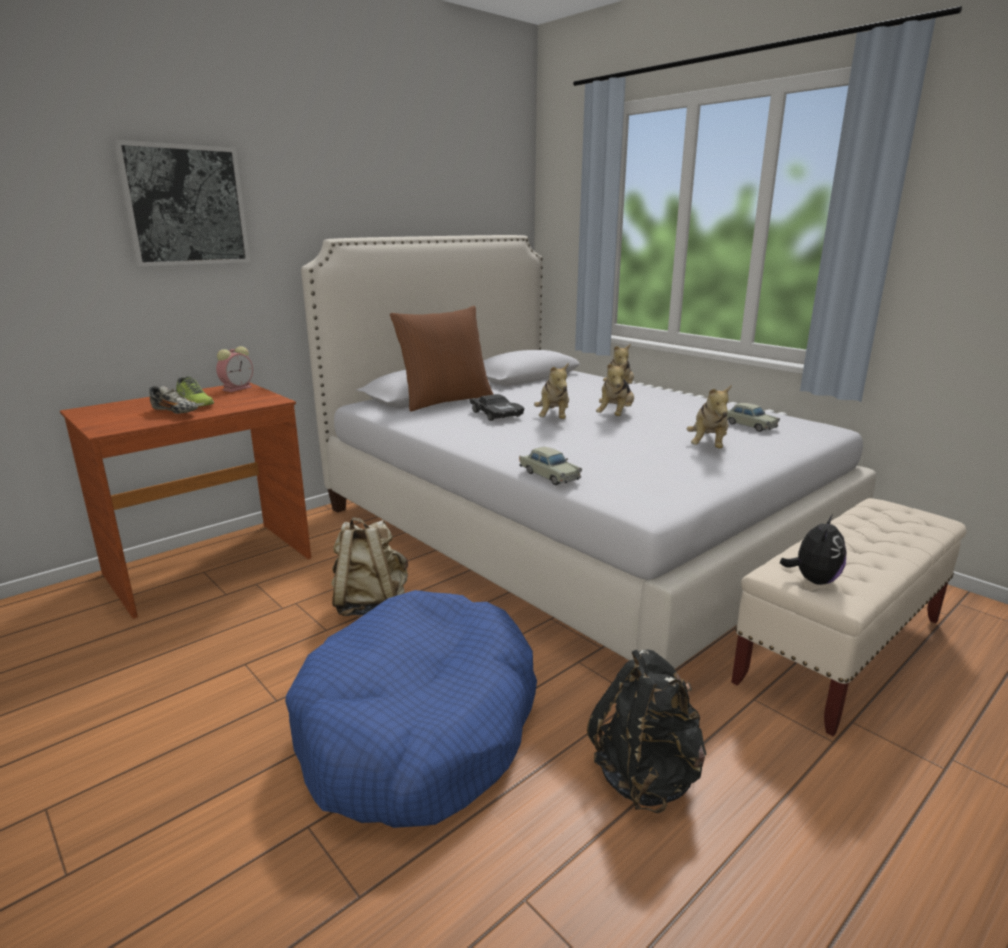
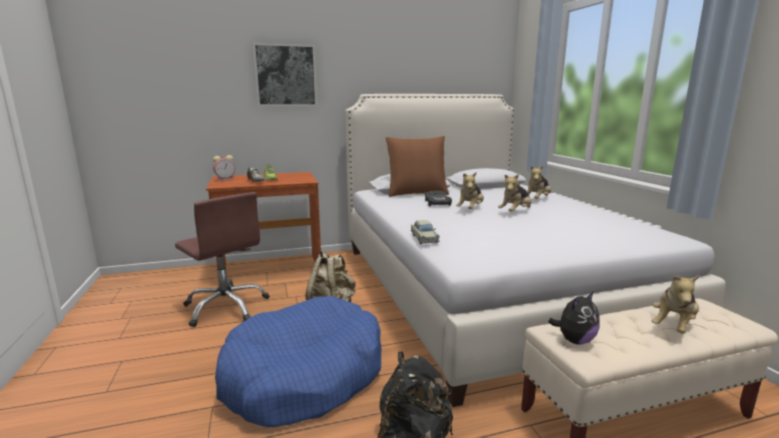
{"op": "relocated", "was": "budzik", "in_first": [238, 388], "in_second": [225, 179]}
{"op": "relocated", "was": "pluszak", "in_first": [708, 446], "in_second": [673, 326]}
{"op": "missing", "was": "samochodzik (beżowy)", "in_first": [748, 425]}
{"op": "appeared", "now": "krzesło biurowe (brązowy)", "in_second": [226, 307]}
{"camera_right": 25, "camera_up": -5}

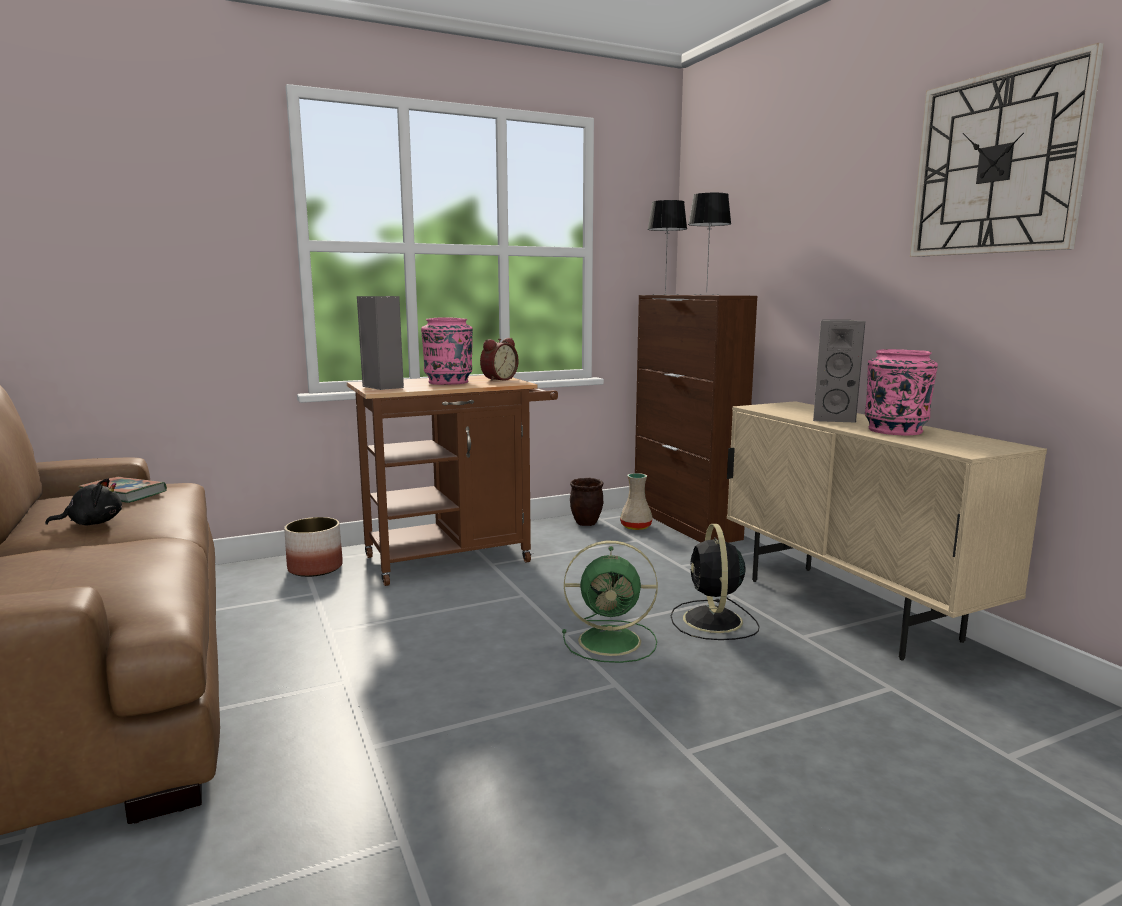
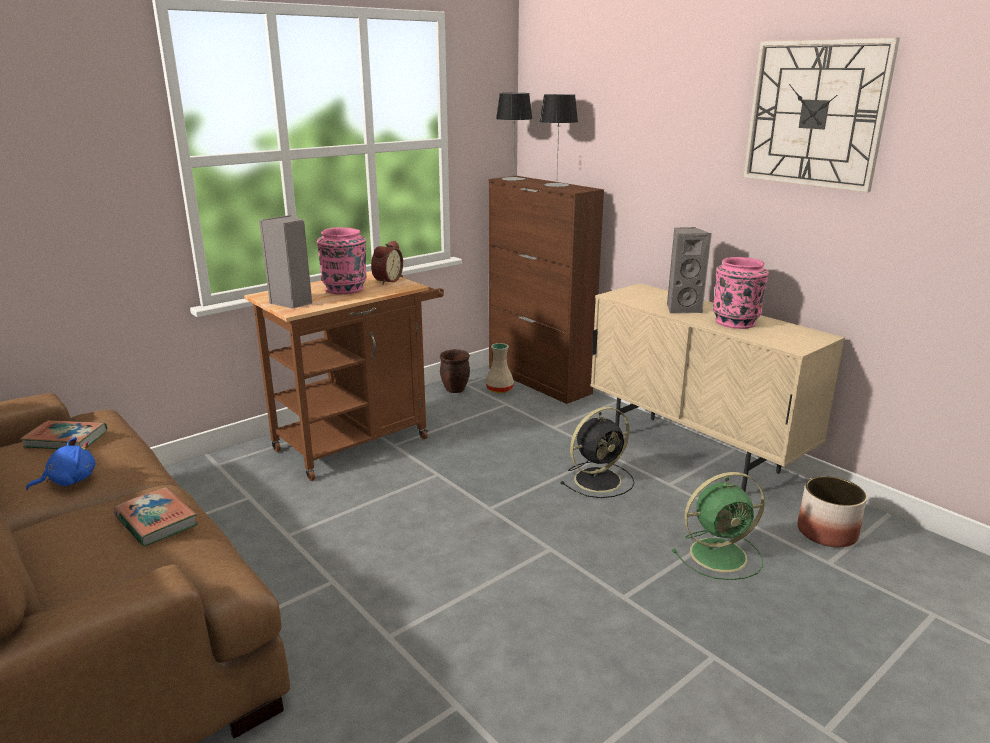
{"op": "colour", "was": "pluszak (czarny)", "now": "pluszak (niebieski)", "in_first": [92, 523], "in_second": [69, 481]}
{"op": "relocated", "was": "donica", "in_first": [316, 568], "in_second": [827, 532]}
{"op": "relocated", "was": "wentylator (zielony)", "in_first": [612, 641], "in_second": [720, 554]}
{"op": "spun", "was": "wentylator (czarny)", "in_first": [713, 621], "in_second": [599, 479], "clockwise": -105}
{"op": "appeared", "now": "książka", "in_second": [156, 521]}
{"camera_right": -15, "camera_up": 10}

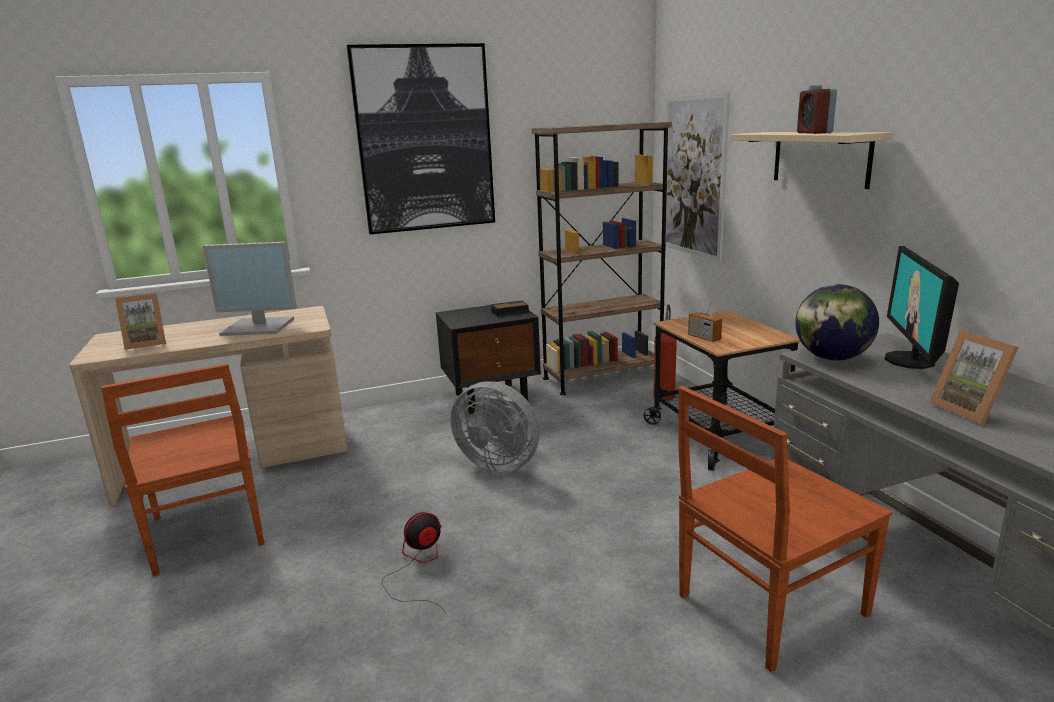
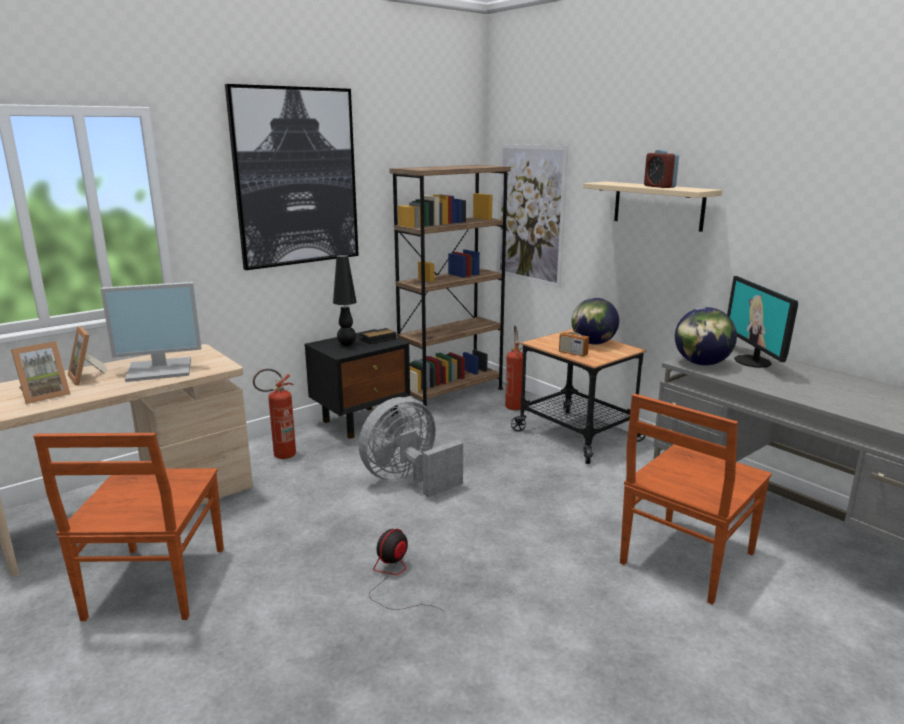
{"op": "spun", "was": "krzesło (brązowy)", "in_first": [207, 533], "in_second": [155, 585], "clockwise": 45}
{"op": "spun", "was": "wentylator (szary)", "in_first": [500, 463], "in_second": [408, 480], "clockwise": 135}
{"op": "relocated", "was": "ramka na zdjęcie", "in_first": [970, 410], "in_second": [88, 377]}
{"op": "appeared", "now": "gaśnica", "in_second": [280, 456]}
{"op": "appeared", "now": "lampa stołowa (czarny)", "in_second": [347, 344]}
{"op": "appeared", "now": "globus", "in_second": [593, 343]}
{"camera_right": -20, "camera_up": 0}

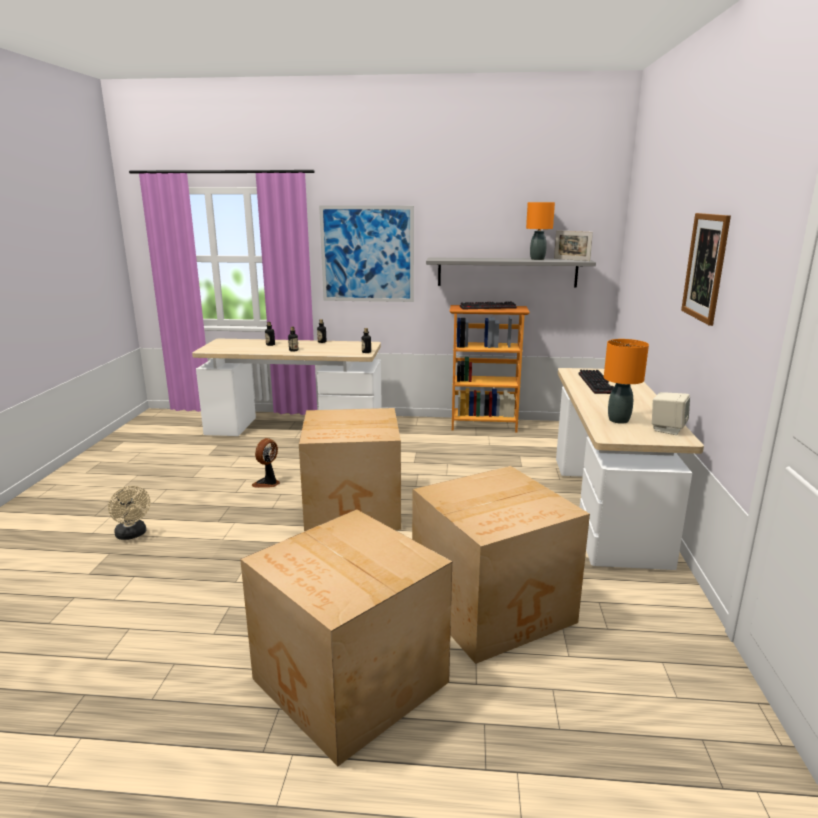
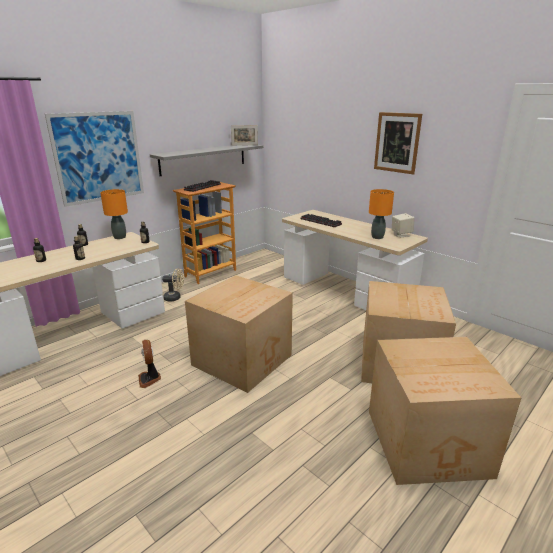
{"op": "relocated", "was": "wentylator (beżowy)", "in_first": [132, 535], "in_second": [175, 298]}
{"op": "relocated", "was": "lampa stołowa (pomarańczowy)", "in_first": [537, 259], "in_second": [120, 237]}
{"camera_right": -50, "camera_up": 5}

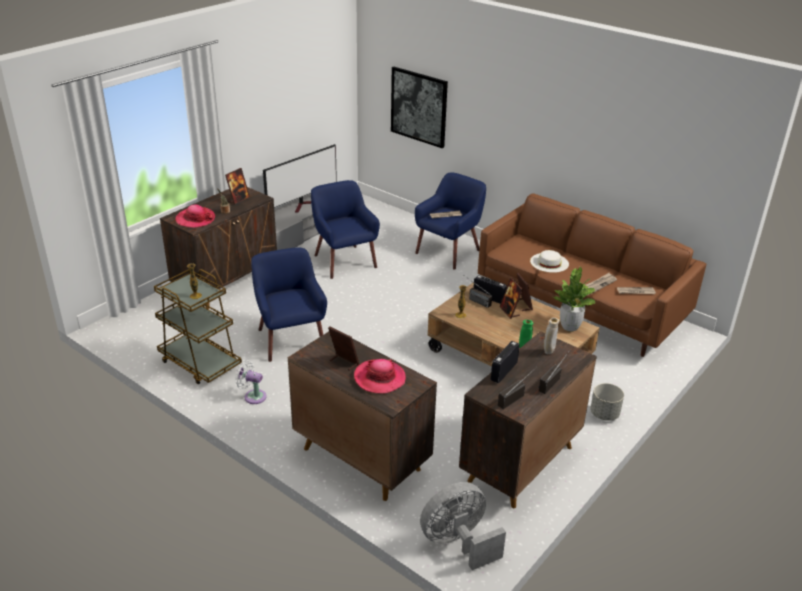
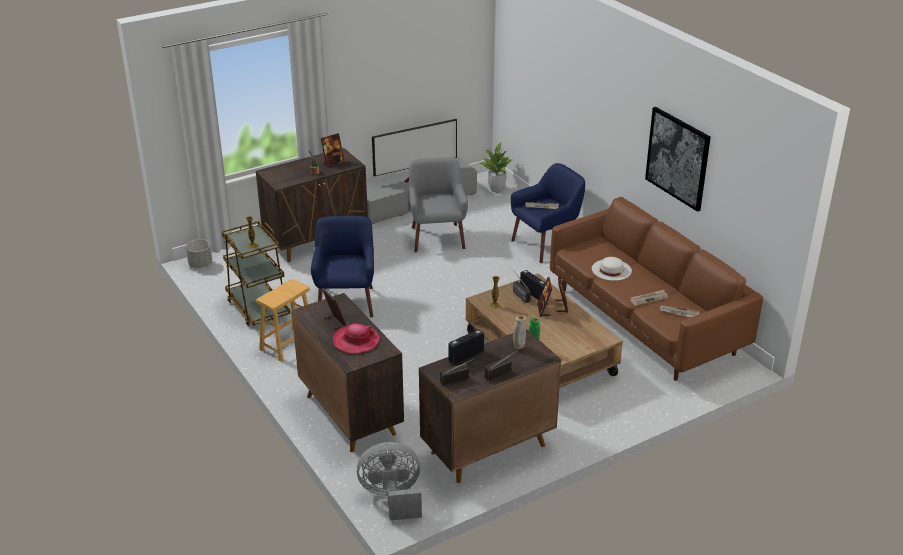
{"op": "missing", "was": "kapelusz", "in_first": [195, 219]}
{"op": "exchanged", "was": "wentylator (biały)", "now": "stołek (brązowy)", "in_first": [253, 396], "in_second": [288, 345]}
{"op": "colour", "was": "fotel (niebieski)", "now": "fotel (szary)", "in_first": [344, 261], "in_second": [437, 237]}
{"op": "relocated", "was": "obraz", "in_first": [419, 107], "in_second": [677, 158]}
{"op": "relocated", "was": "roślina doniczkowa", "in_first": [570, 327], "in_second": [496, 189]}
{"op": "relocated", "was": "donica (szary)", "in_first": [604, 414], "in_second": [200, 264]}
{"camera_right": 20, "camera_up": 0}

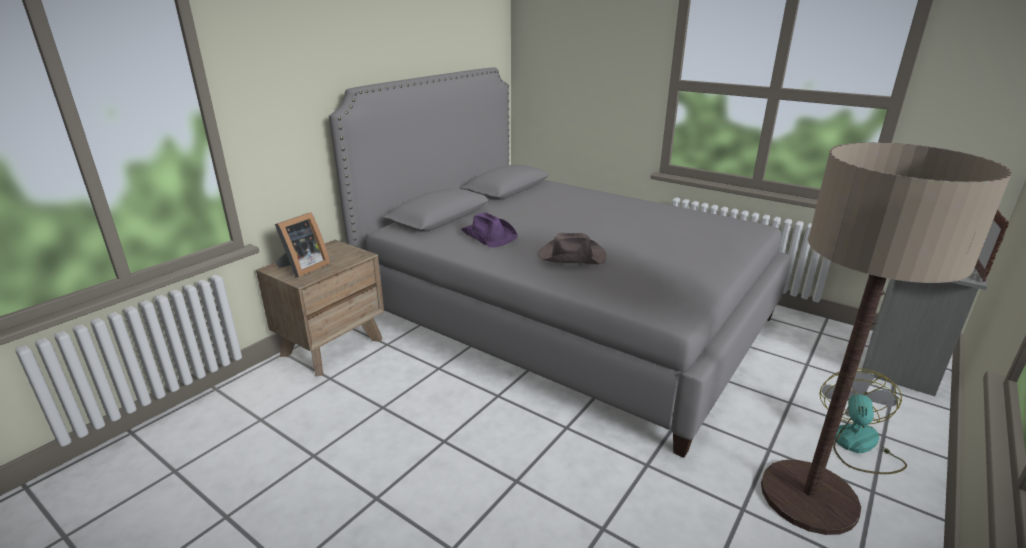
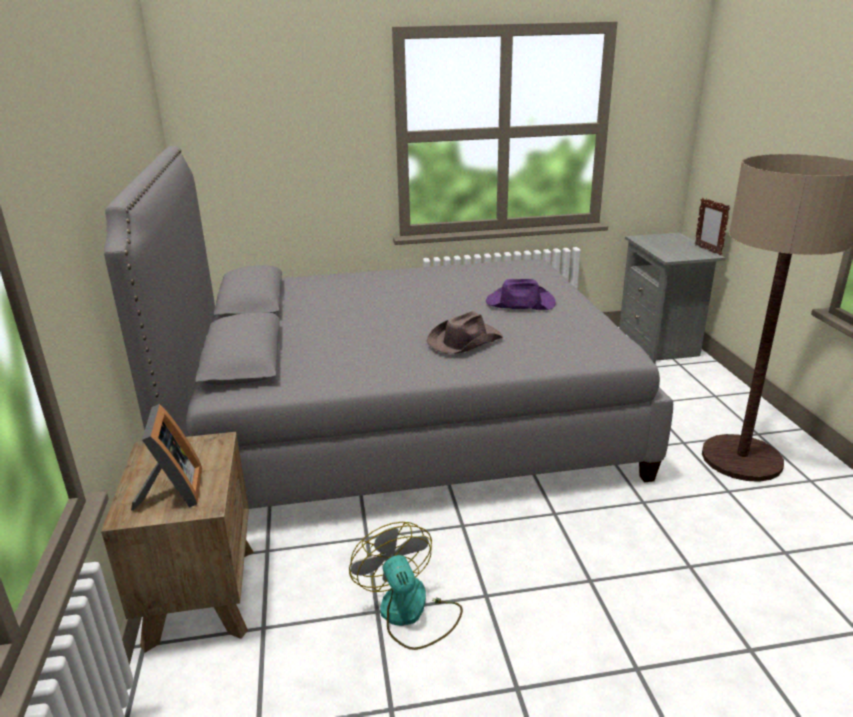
{"op": "relocated", "was": "kapelusz (fioletowy)", "in_first": [489, 235], "in_second": [519, 303]}
{"op": "relocated", "was": "wentylator", "in_first": [857, 446], "in_second": [410, 613]}
{"camera_right": -45, "camera_up": 0}

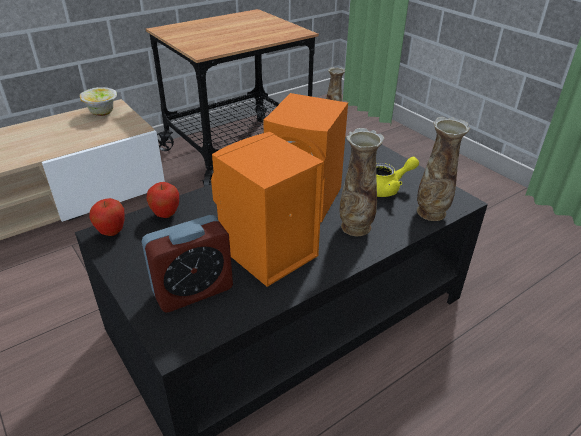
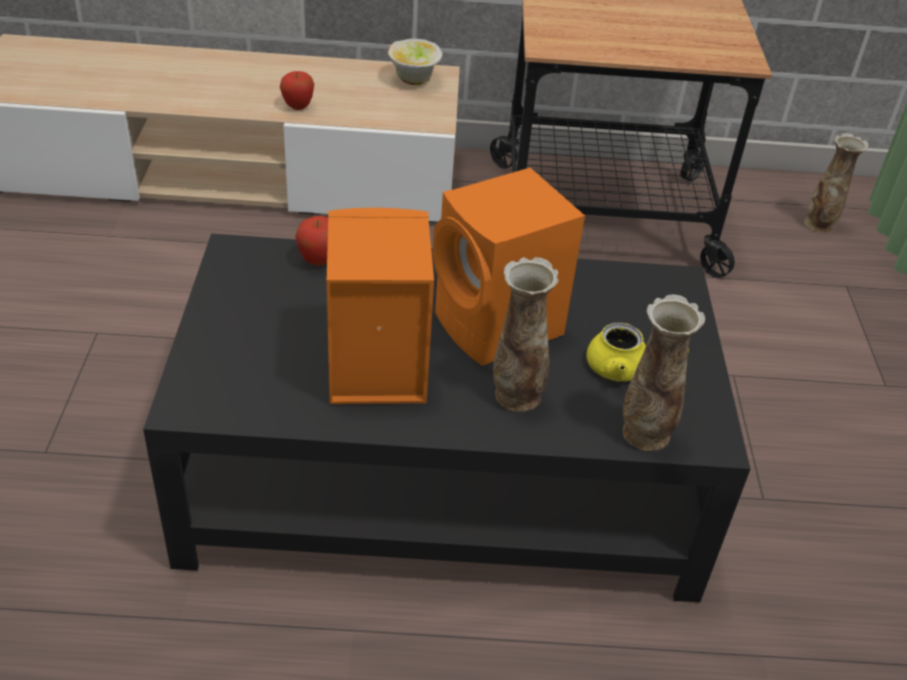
{"op": "relocated", "was": "jabłko", "in_first": [112, 232], "in_second": [298, 107]}
{"op": "missing", "was": "budzik", "in_first": [193, 290]}
{"camera_right": 35, "camera_up": 5}

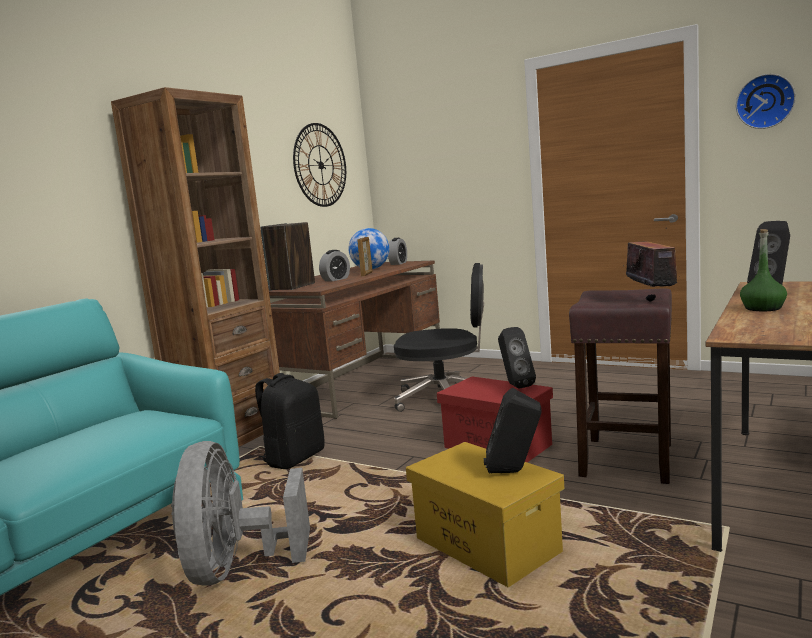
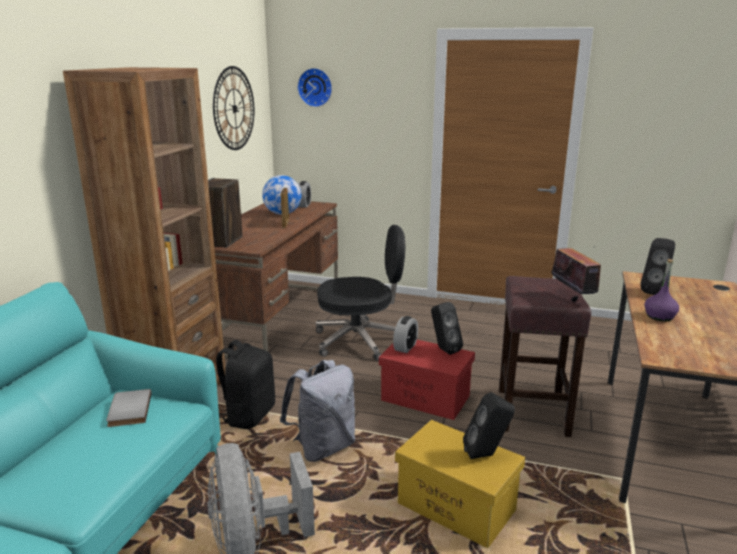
{"op": "relocated", "was": "budzik", "in_first": [336, 279], "in_second": [405, 347]}
{"op": "relocated", "was": "zegar ścienny", "in_first": [765, 101], "in_second": [315, 87]}
{"op": "colour", "was": "butelka (zielony)", "now": "butelka (fioletowy)", "in_first": [763, 308], "in_second": [659, 316]}
{"op": "appeared", "now": "książka (szary)", "in_second": [128, 410]}
{"op": "appeared", "now": "plecak (szary)", "in_second": [323, 447]}
{"camera_right": -15, "camera_up": 10}

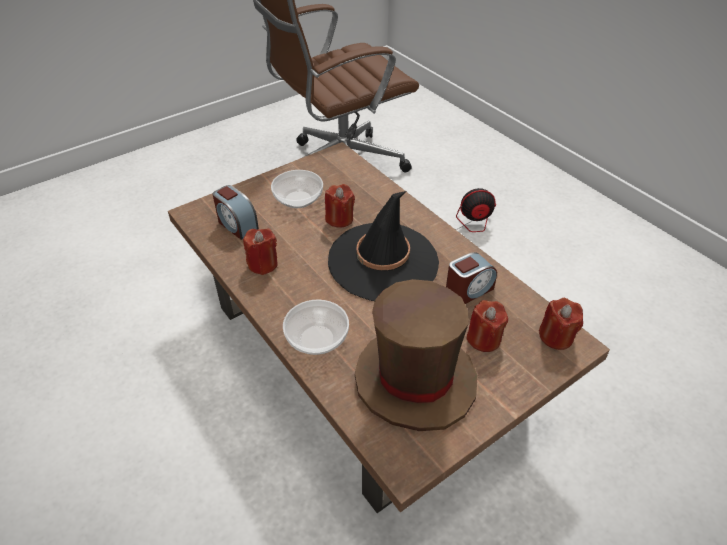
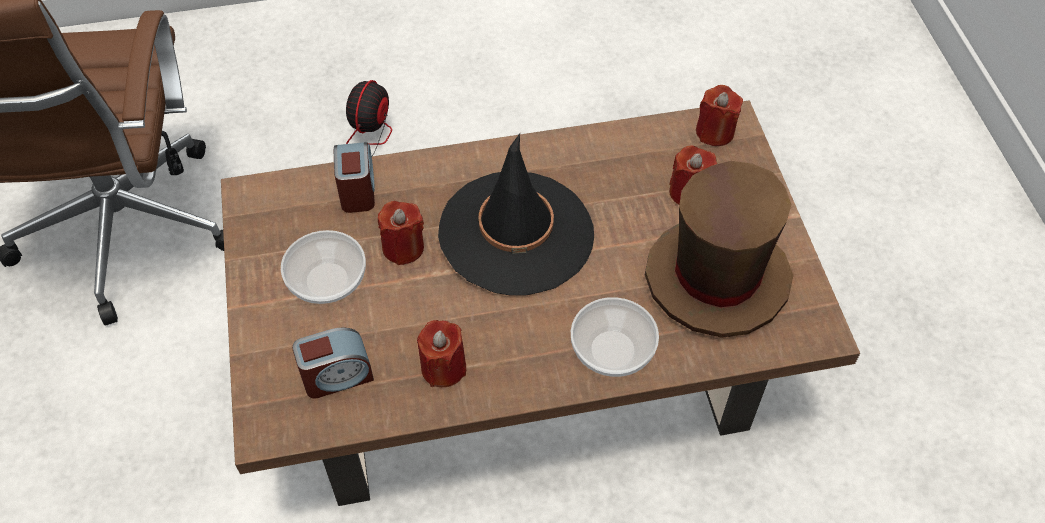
{"op": "relocated", "was": "budzik", "in_first": [468, 291], "in_second": [357, 189]}
{"camera_right": -65, "camera_up": 10}

